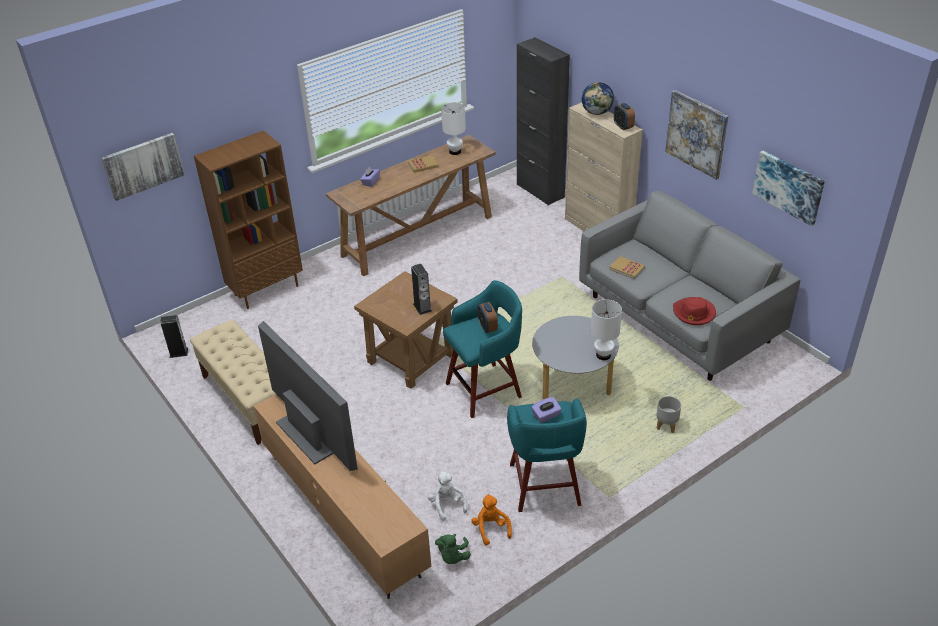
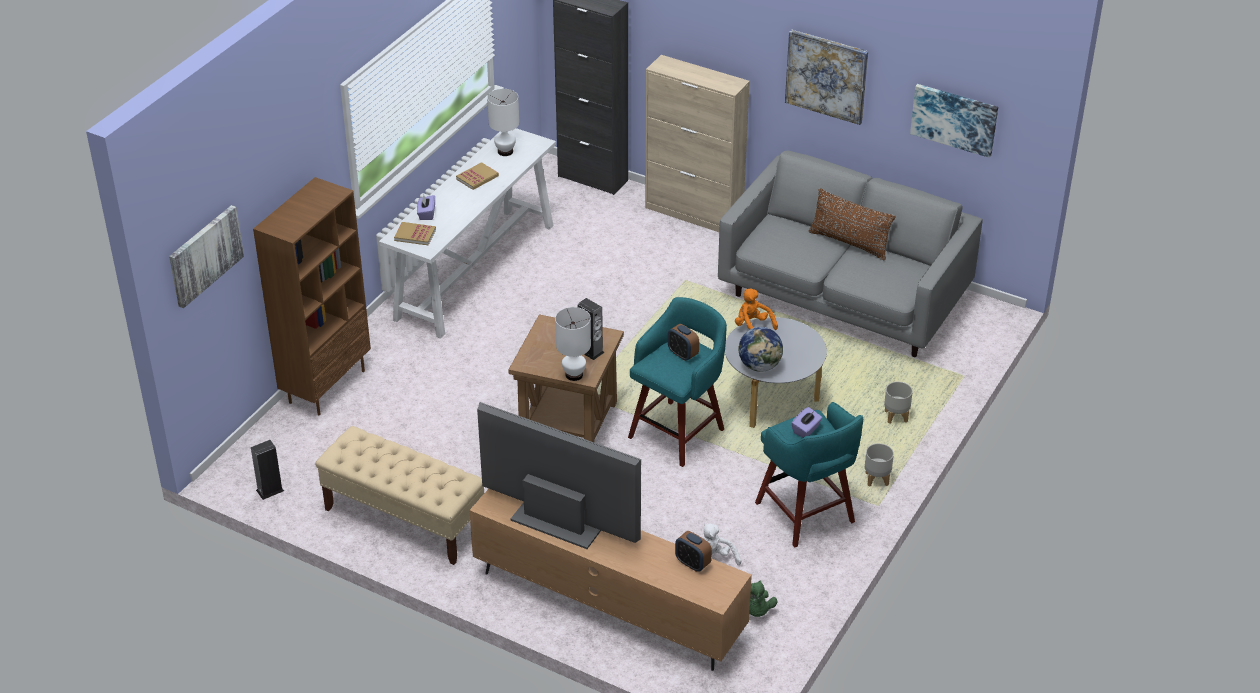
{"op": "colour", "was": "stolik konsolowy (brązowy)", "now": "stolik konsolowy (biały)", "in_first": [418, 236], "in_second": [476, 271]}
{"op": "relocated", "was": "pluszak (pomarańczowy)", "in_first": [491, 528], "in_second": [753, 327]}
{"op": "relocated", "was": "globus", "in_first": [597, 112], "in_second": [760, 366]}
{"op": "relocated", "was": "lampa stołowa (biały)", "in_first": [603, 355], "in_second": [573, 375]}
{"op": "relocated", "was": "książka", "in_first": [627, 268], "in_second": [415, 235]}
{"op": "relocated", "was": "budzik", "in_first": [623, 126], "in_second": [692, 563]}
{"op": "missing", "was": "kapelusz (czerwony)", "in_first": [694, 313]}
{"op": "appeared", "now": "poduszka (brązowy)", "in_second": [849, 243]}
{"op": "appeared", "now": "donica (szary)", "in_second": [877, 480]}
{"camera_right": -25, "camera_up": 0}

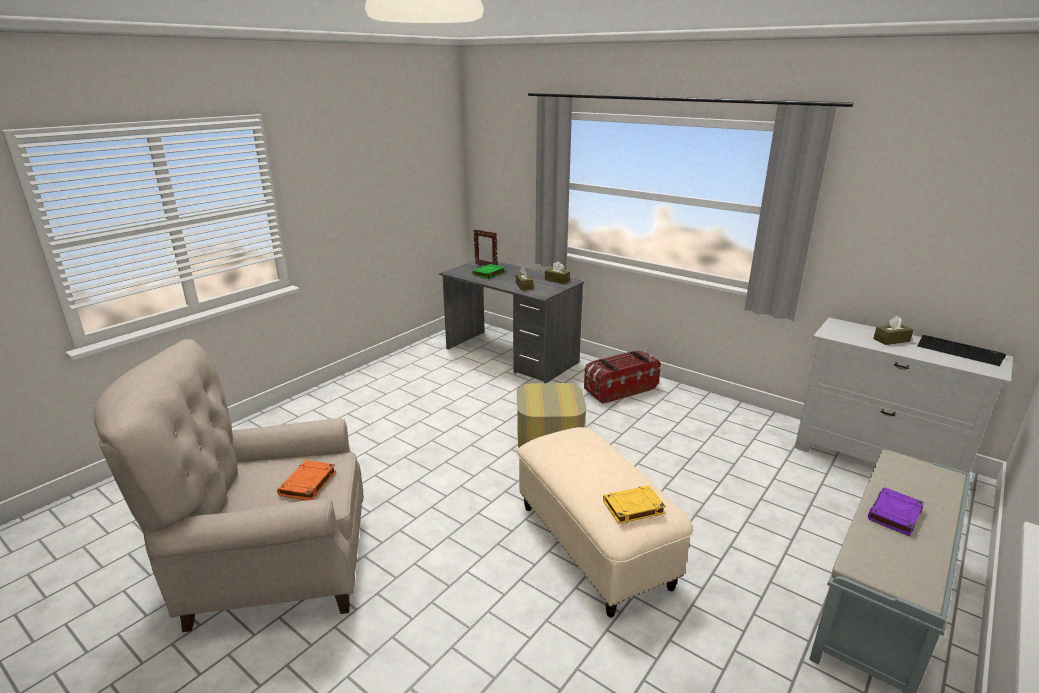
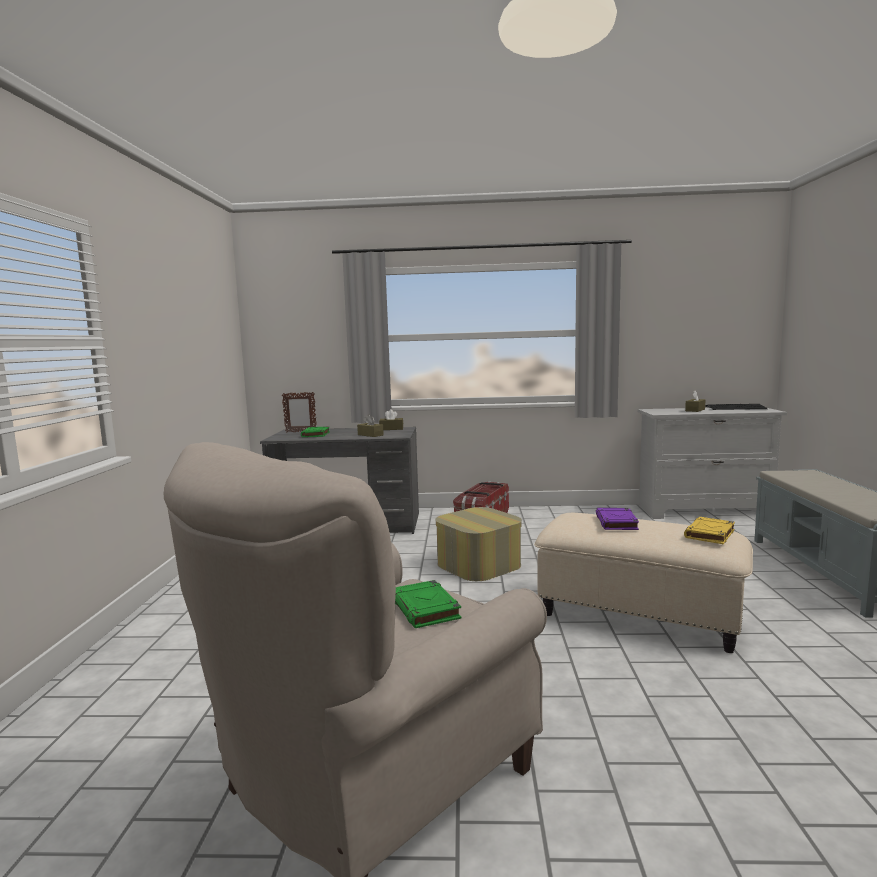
{"op": "colour", "was": "książka (pomarańczowy)", "now": "książka (zielony)", "in_first": [308, 484], "in_second": [425, 609]}
{"op": "relocated", "was": "książka (fioletowy)", "in_first": [894, 515], "in_second": [616, 523]}
{"camera_right": -35, "camera_up": -15}

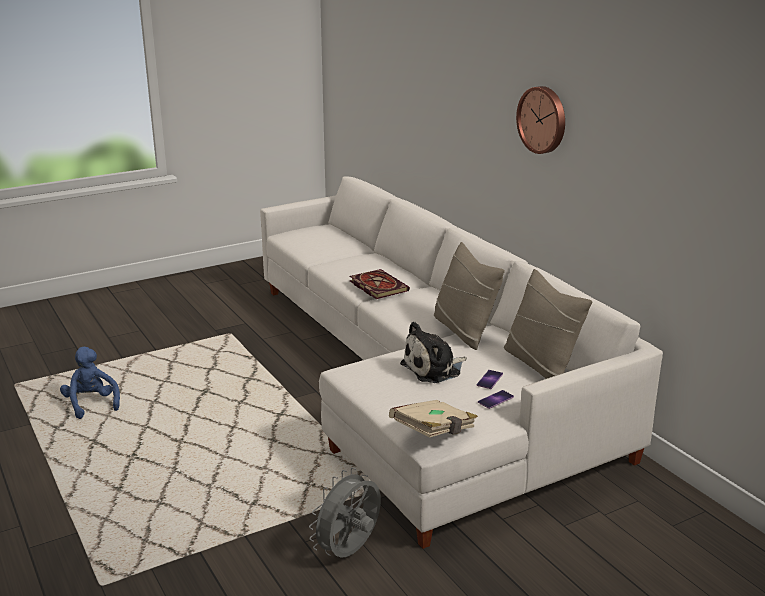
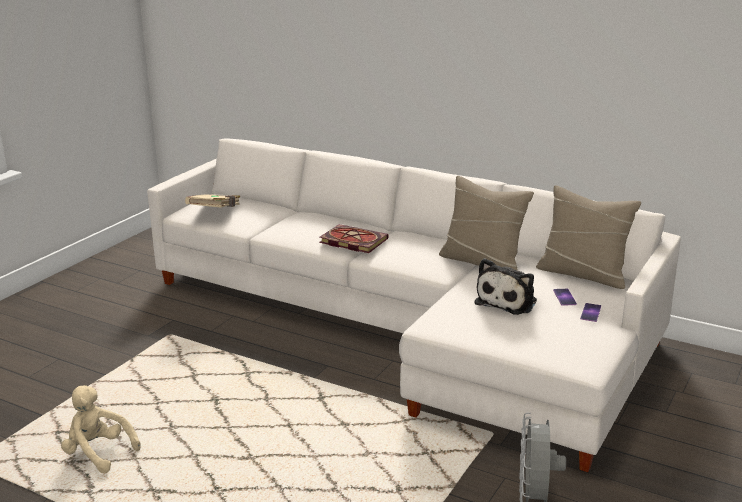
{"op": "colour", "was": "pluszak (niebieski)", "now": "pluszak (beżowy)", "in_first": [91, 404], "in_second": [98, 453]}
{"op": "relocated", "was": "książka (beżowy)", "in_first": [434, 433], "in_second": [215, 212]}
{"op": "missing", "was": "zegar ścienny", "in_first": [543, 119]}
{"camera_right": -30, "camera_up": 0}

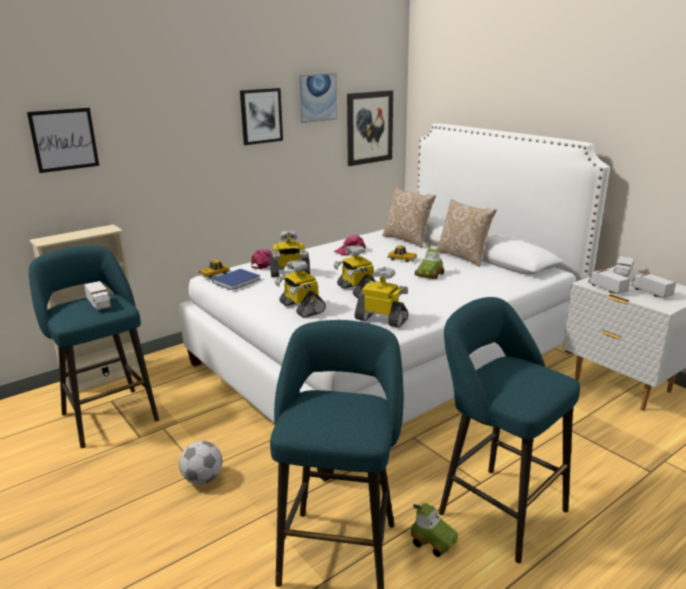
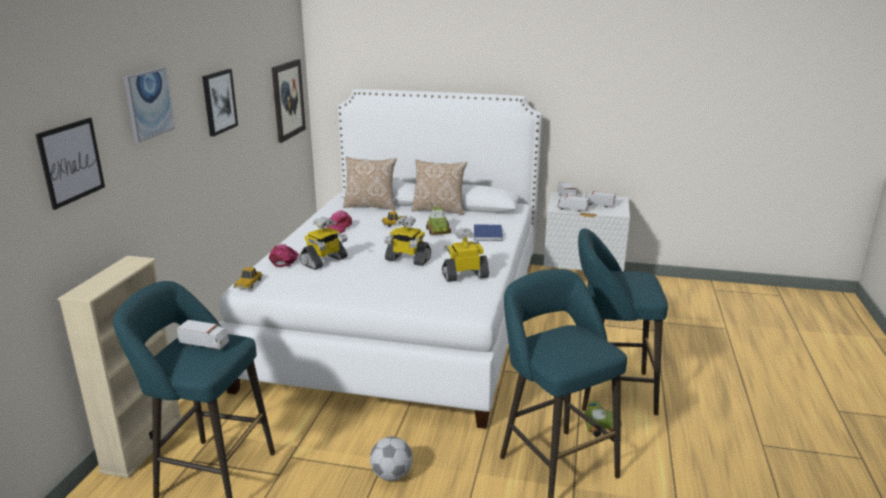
{"op": "relocated", "was": "książka (niebieski)", "in_first": [237, 280], "in_second": [488, 234]}
{"op": "missing", "was": "robot zabawkowy", "in_first": [301, 308]}
{"op": "relocated", "was": "obraz", "in_first": [317, 97], "in_second": [148, 104]}
{"camera_right": -40, "camera_up": 0}

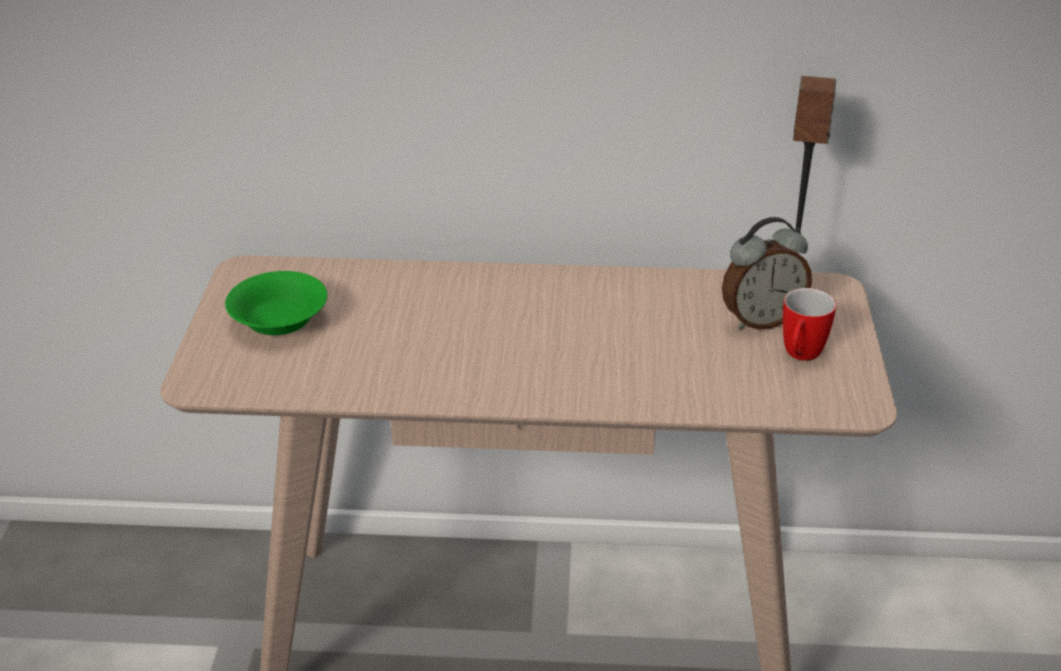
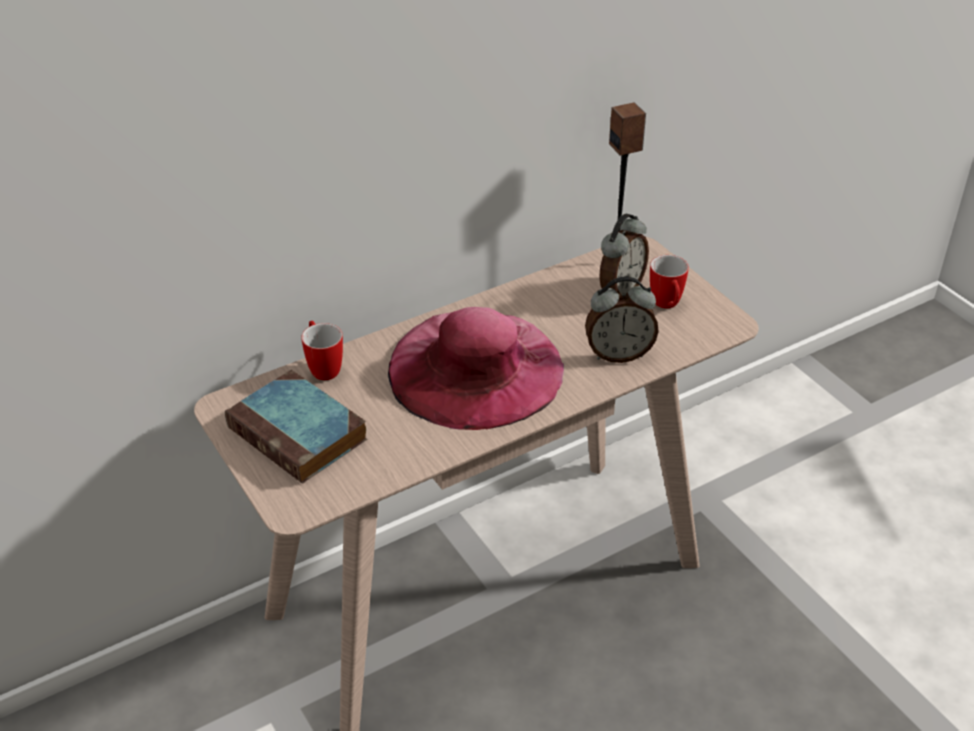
{"op": "exchanged", "was": "miska (zielony)", "now": "książka", "in_first": [280, 322], "in_second": [300, 434]}
{"op": "appeared", "now": "kubek", "in_second": [323, 367]}
{"op": "appeared", "now": "kapelusz (różowy)", "in_second": [475, 368]}
{"op": "appeared", "now": "budzik", "in_second": [618, 354]}
{"camera_right": -35, "camera_up": 5}

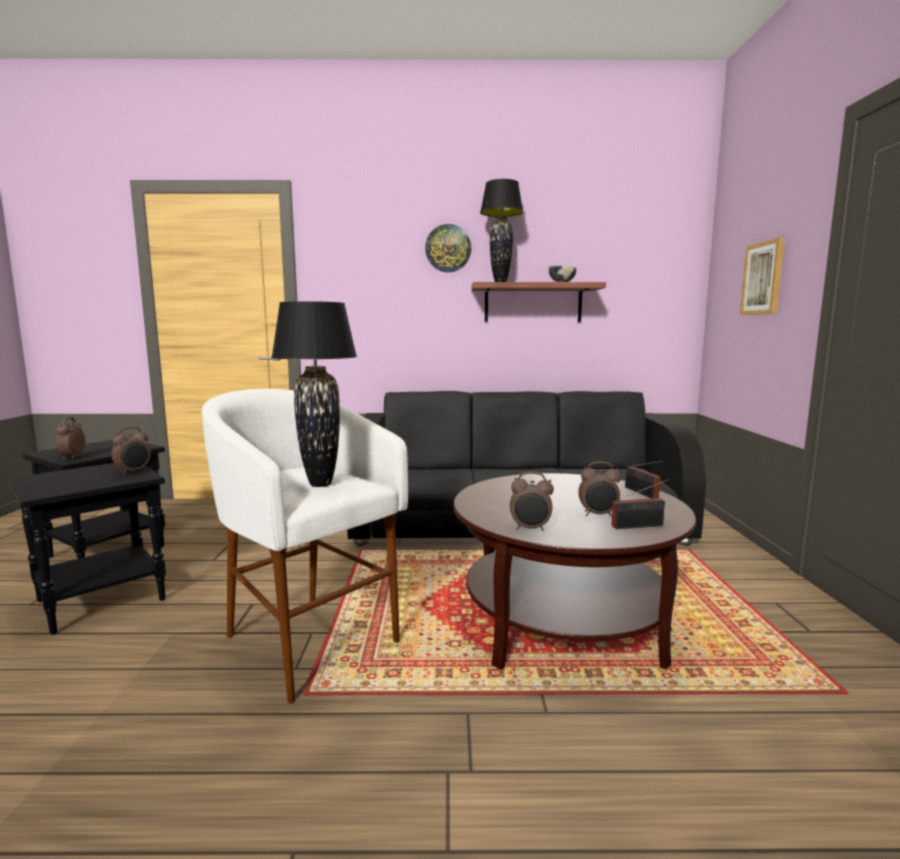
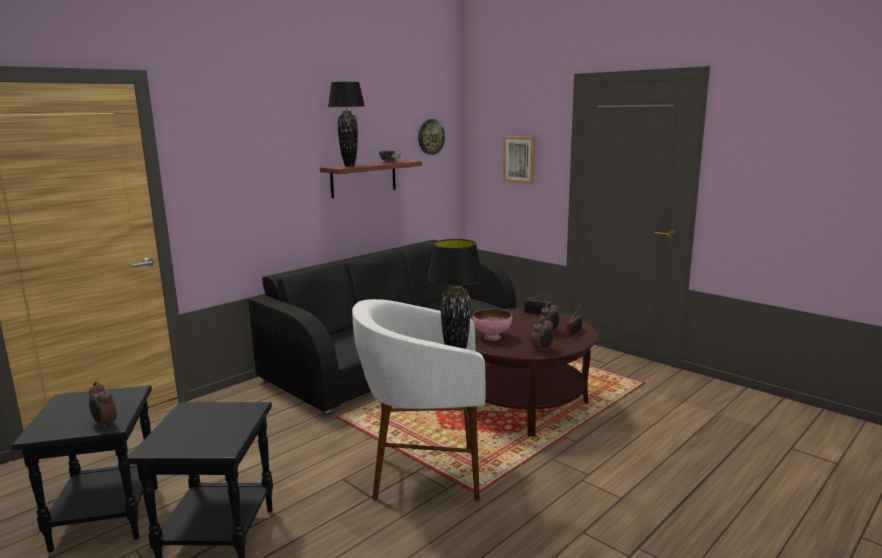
{"op": "missing", "was": "budzik", "in_first": [134, 472]}
{"op": "relocated", "was": "zegar ścienny", "in_first": [448, 248], "in_second": [430, 136]}
{"op": "appeared", "now": "miska (różowy)", "in_second": [492, 337]}
{"camera_right": -45, "camera_up": 5}

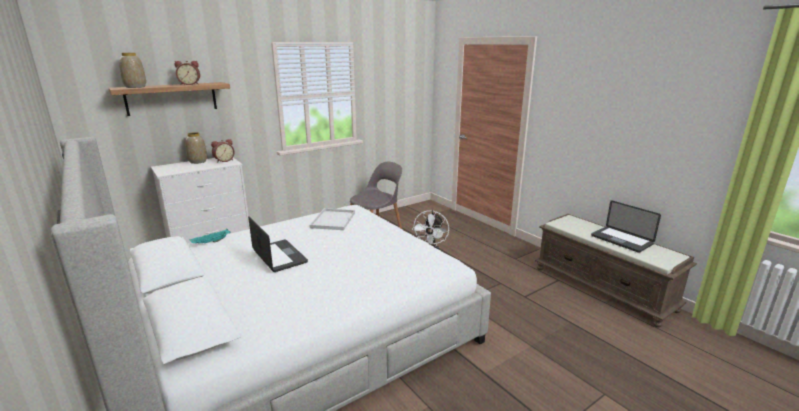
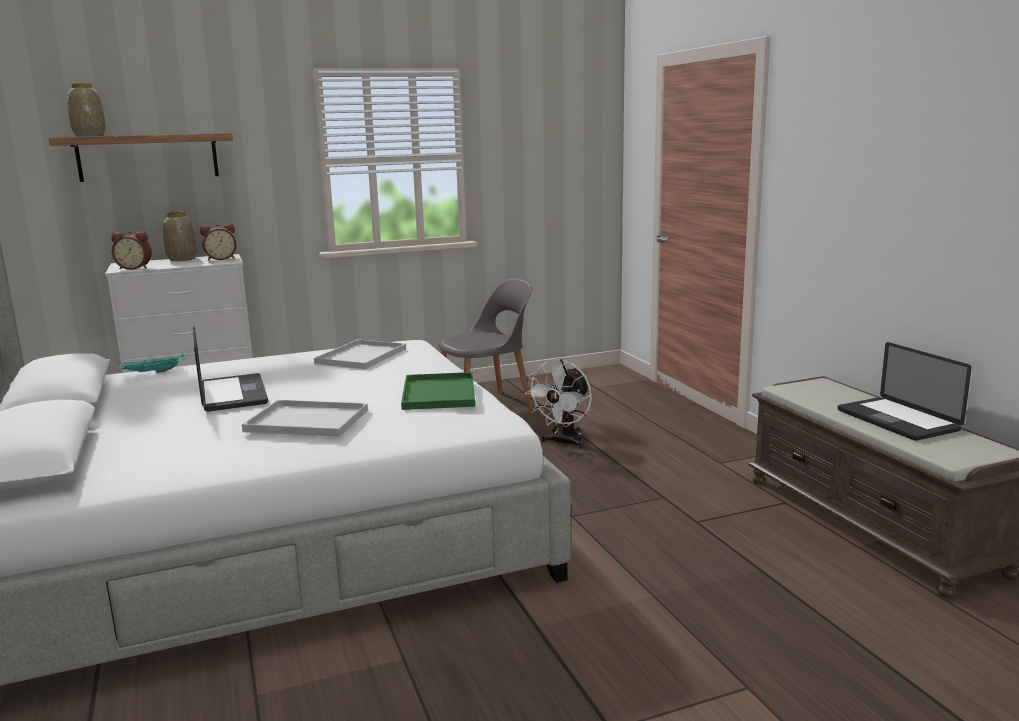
{"op": "relocated", "was": "budzik", "in_first": [190, 84], "in_second": [135, 268]}
{"op": "appeared", "now": "taca (biały)", "in_second": [309, 420]}
{"op": "appeared", "now": "taca (zielony)", "in_second": [438, 392]}
{"camera_right": 15, "camera_up": -5}

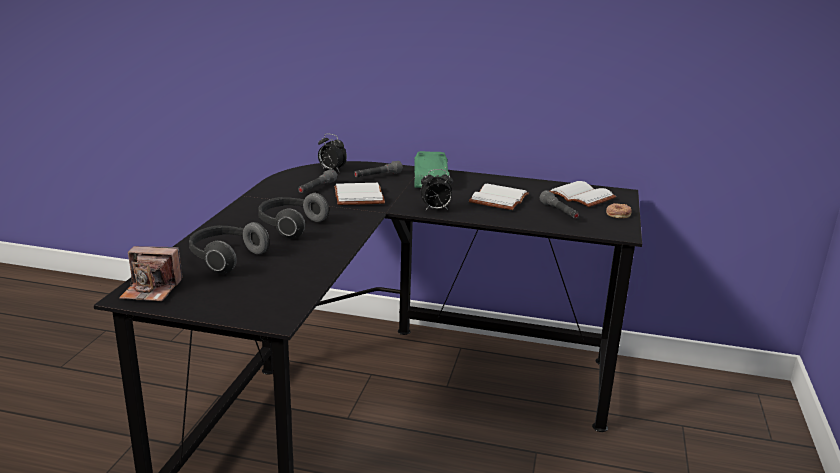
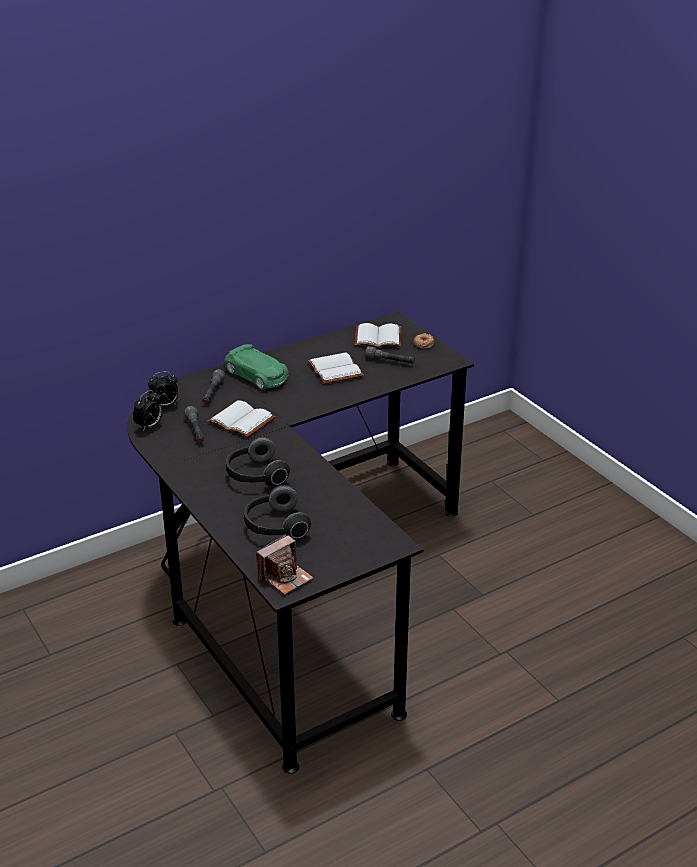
{"op": "relocated", "was": "budzik", "in_first": [435, 209], "in_second": [149, 426]}
{"camera_right": -45, "camera_up": 10}

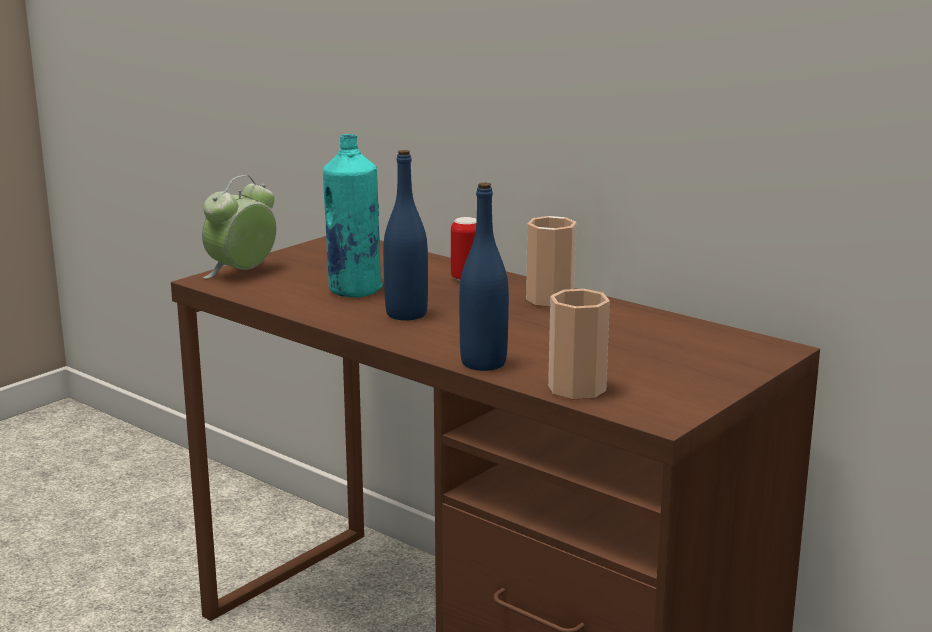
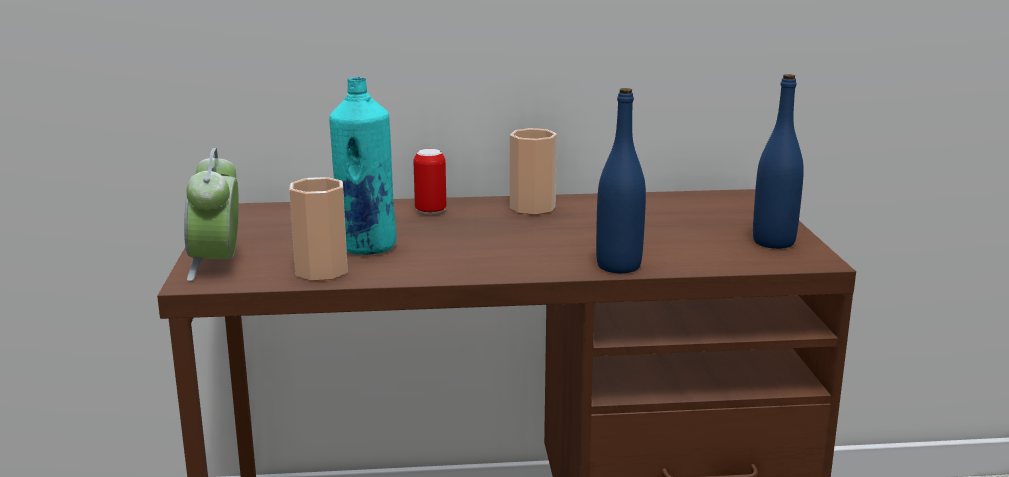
{"op": "relocated", "was": "butelka (niebieski)", "in_first": [406, 314], "in_second": [773, 242]}
{"op": "relocated", "was": "filiżanka", "in_first": [577, 388], "in_second": [321, 271]}
{"camera_right": -45, "camera_up": 0}

